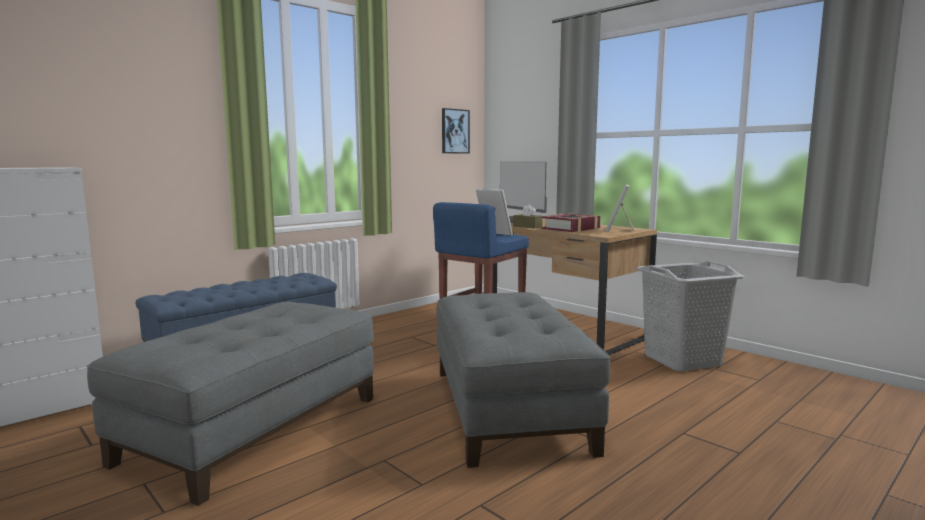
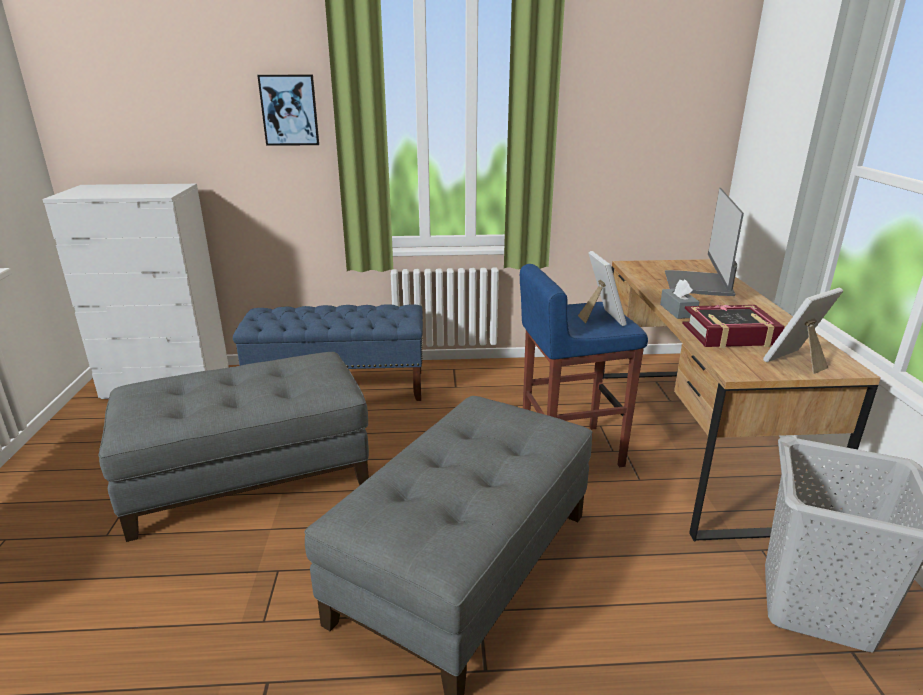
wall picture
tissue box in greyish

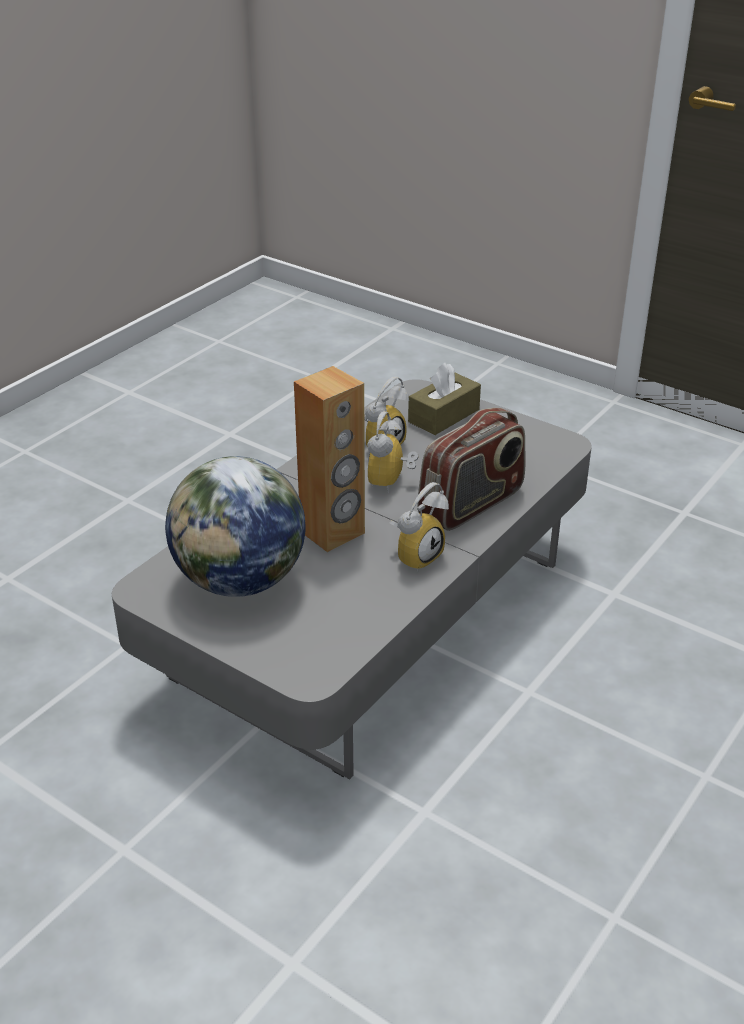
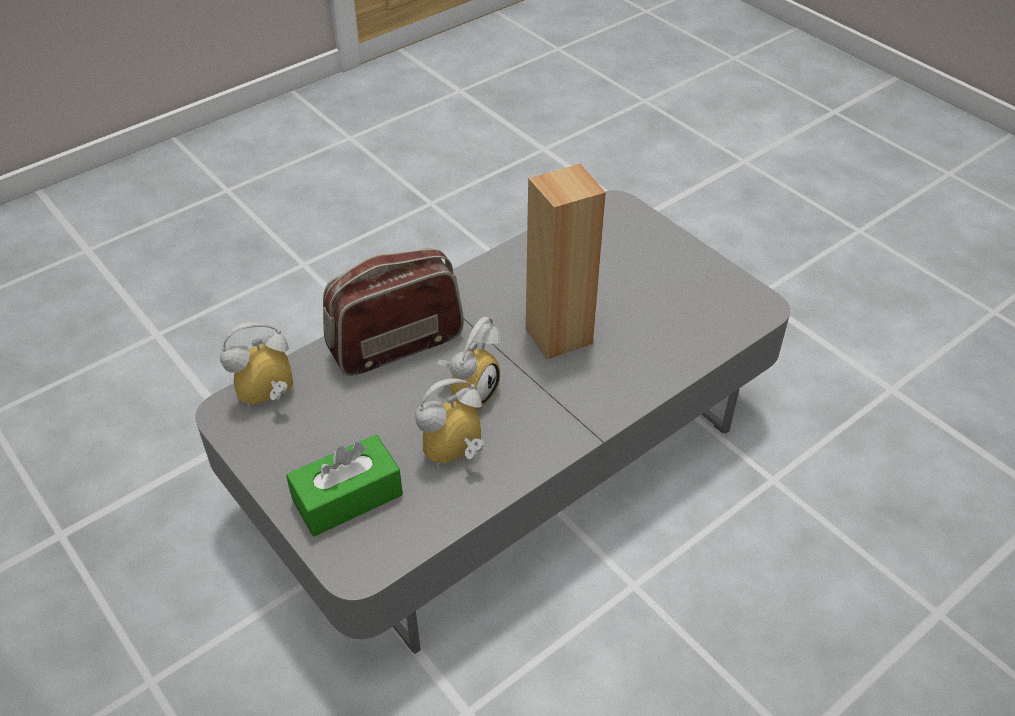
world globe
bedside clock (1st from left)
tissue box in green

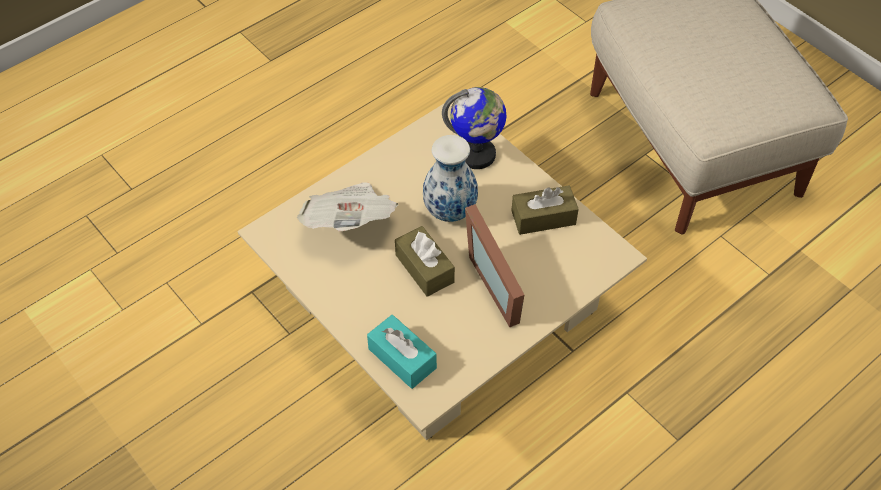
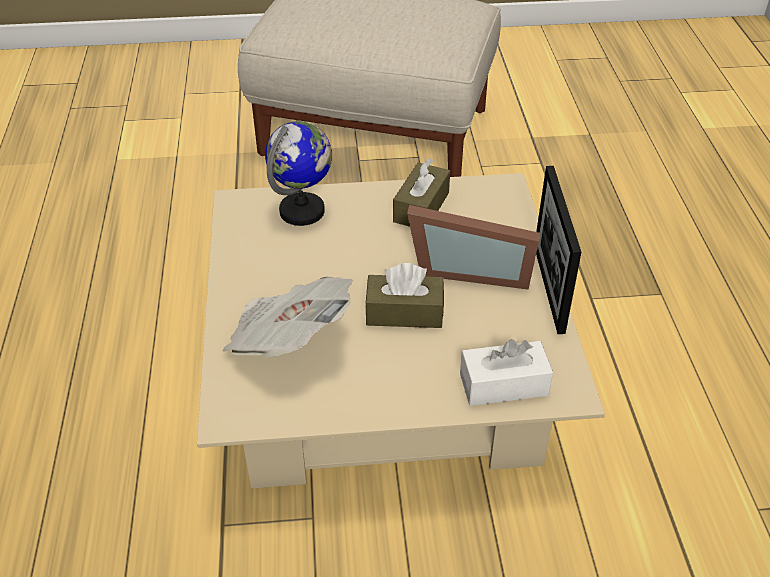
tissue box in whitish
vase
picture frame (2nd from left)

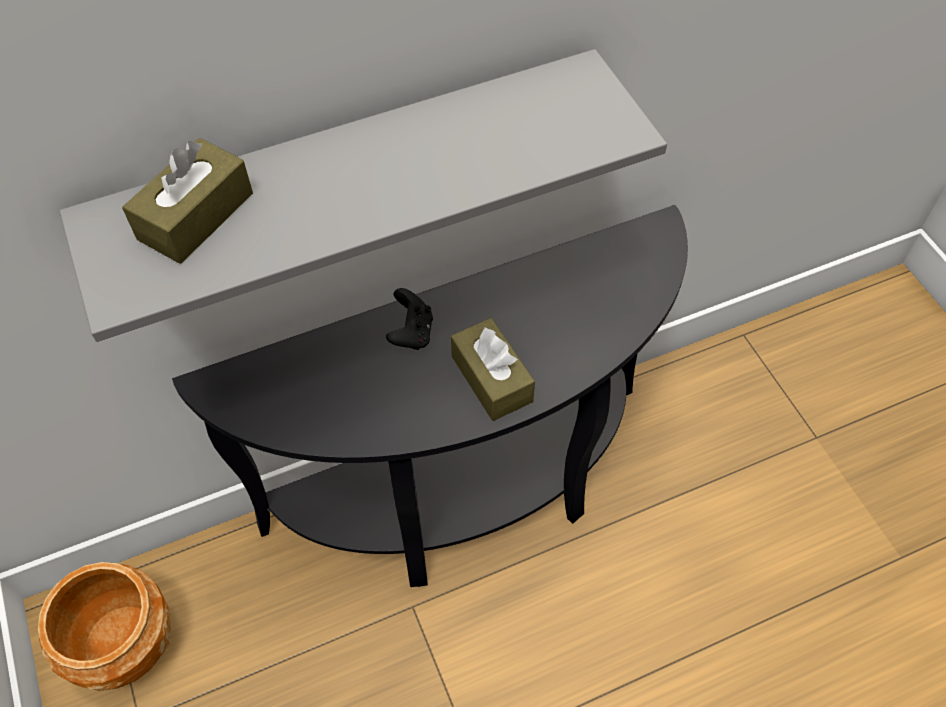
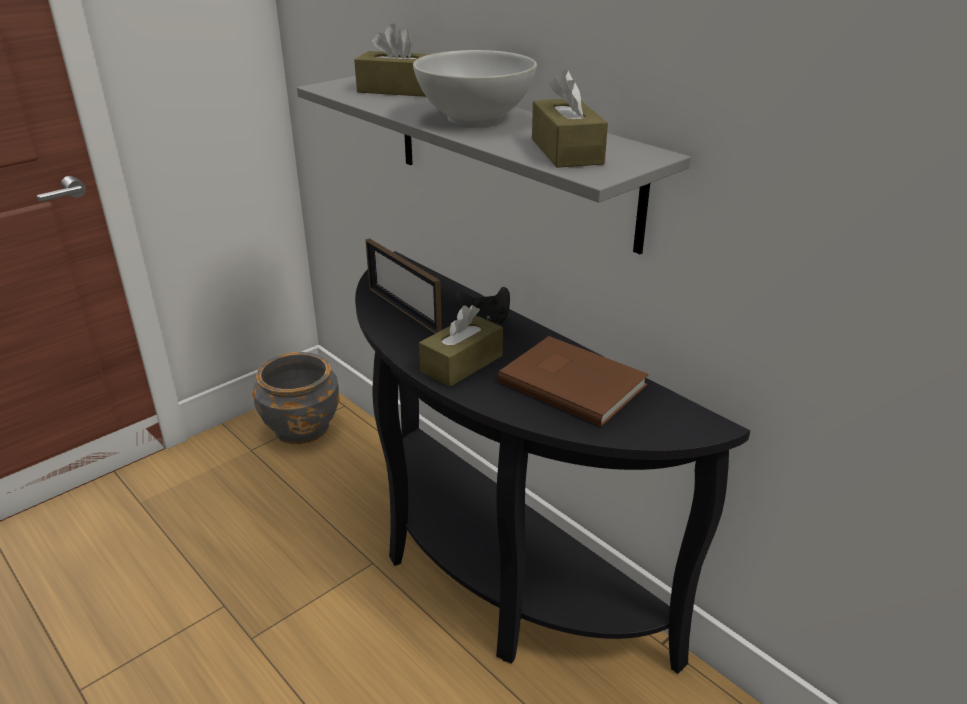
planter in greyish
picture frame
bowl in whitish
bound book in brown
tissue box in brown (3rd from left)

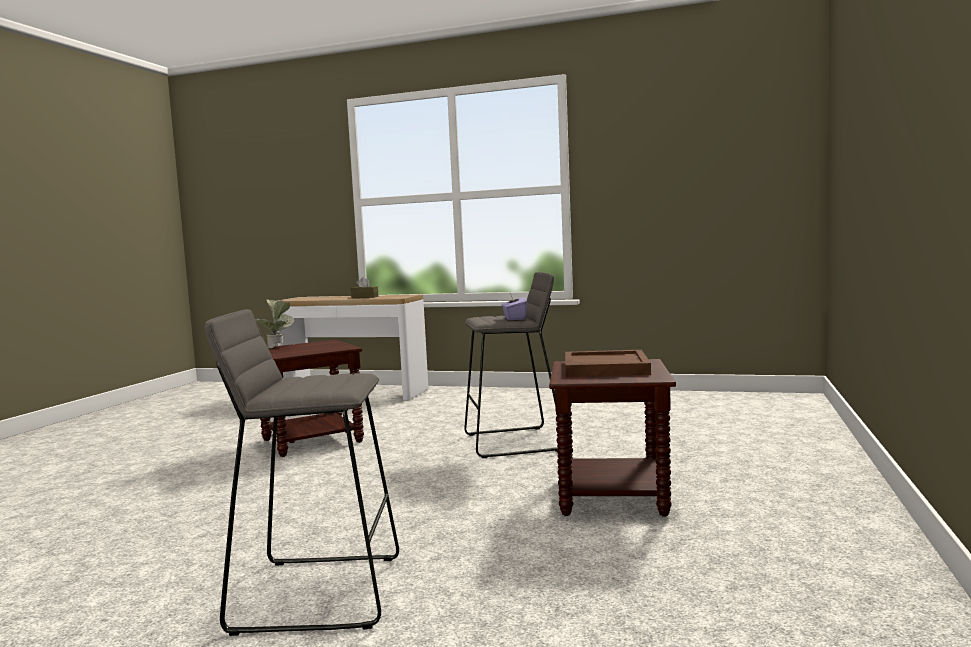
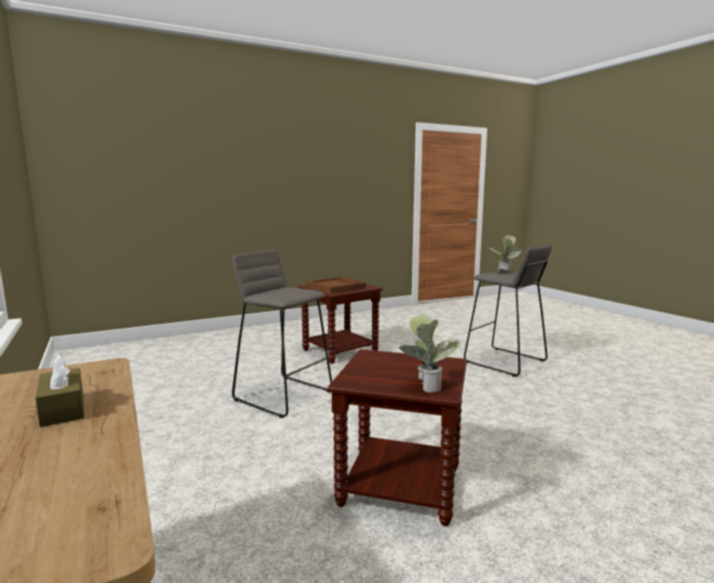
tissue box in purple-coloured
plant in a pot (2nd from left)

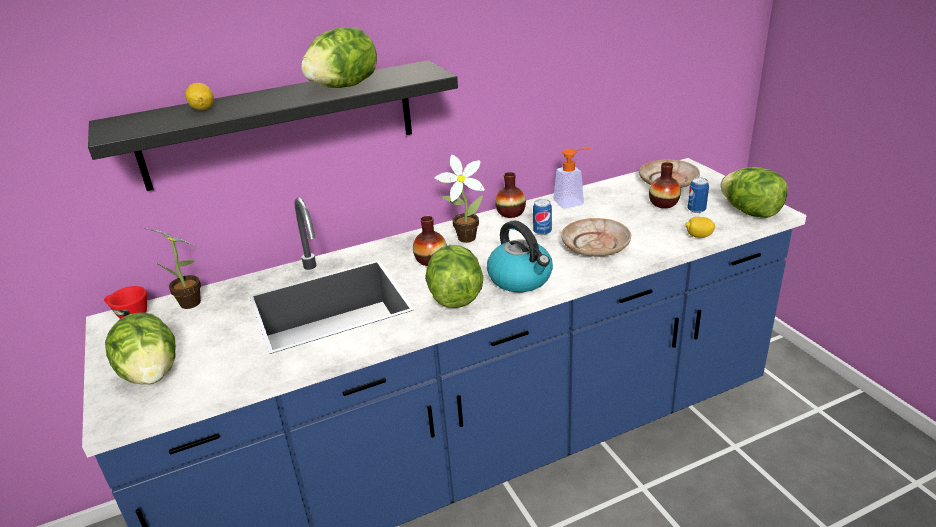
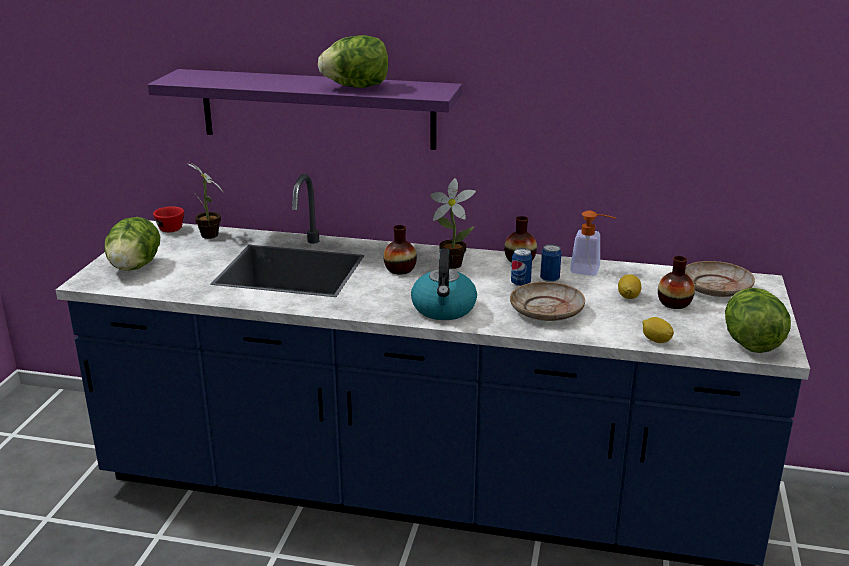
wall shelf in purple-coloured
lemon (1st from left)
lettuce head (3rd from left in the first image)
can (2nd from left)

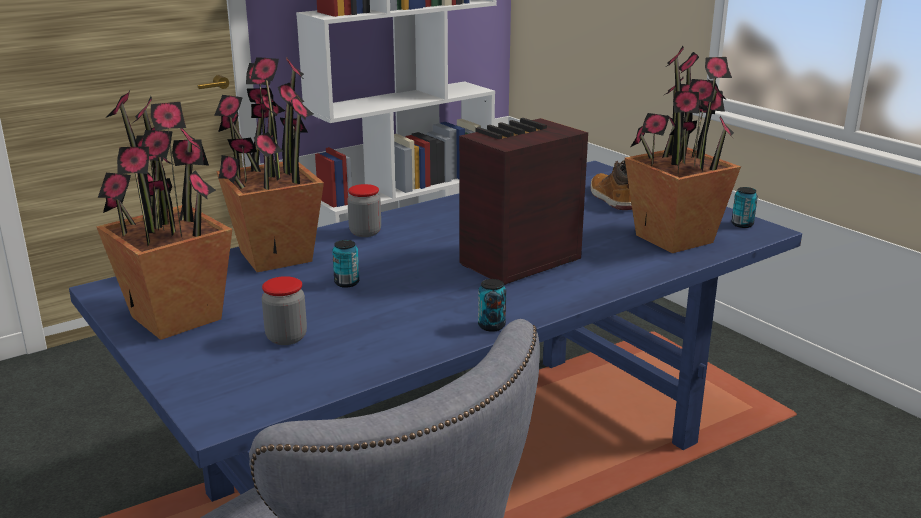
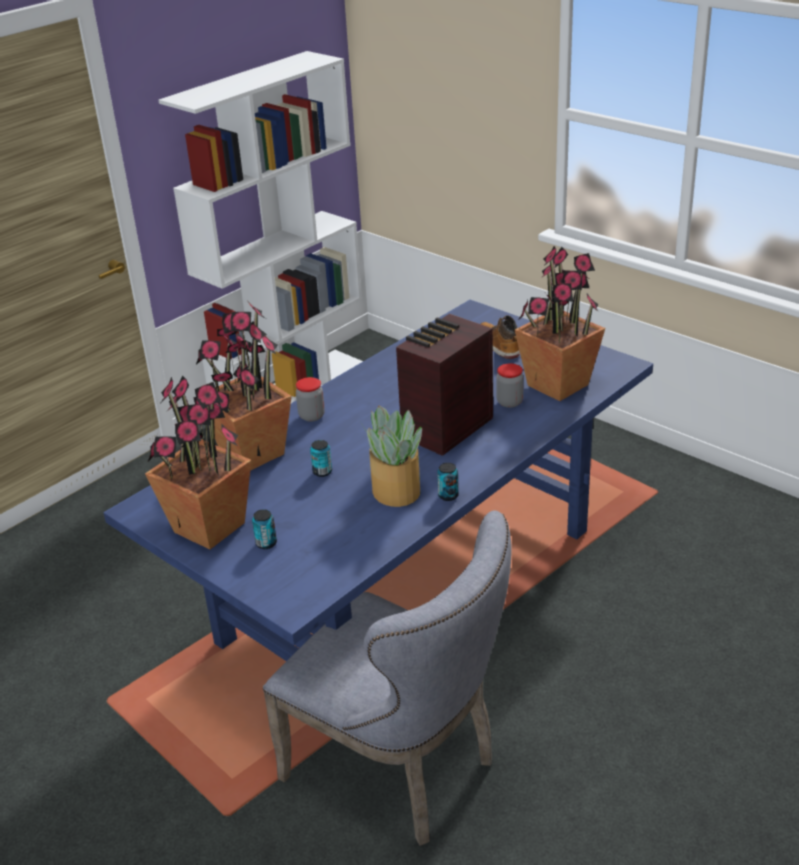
storage jar (2nd from left)
can (1st from left)
plant in a pot (3rd from left)

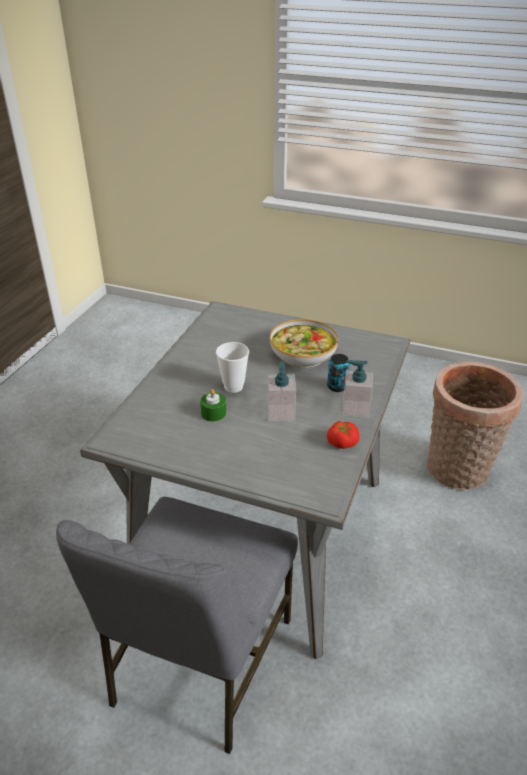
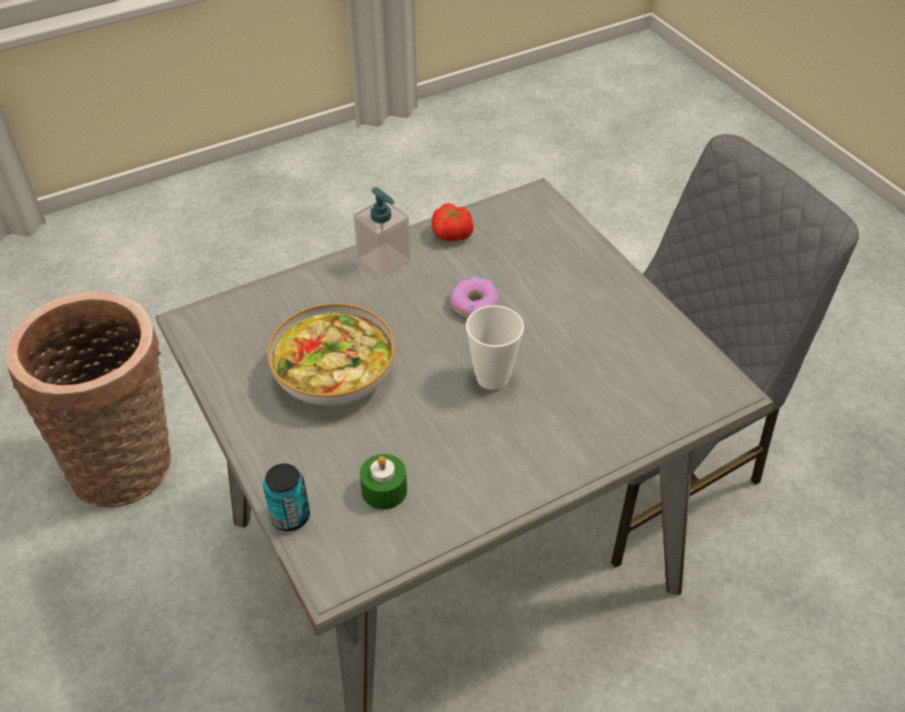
wax candle in green
doughnut
can

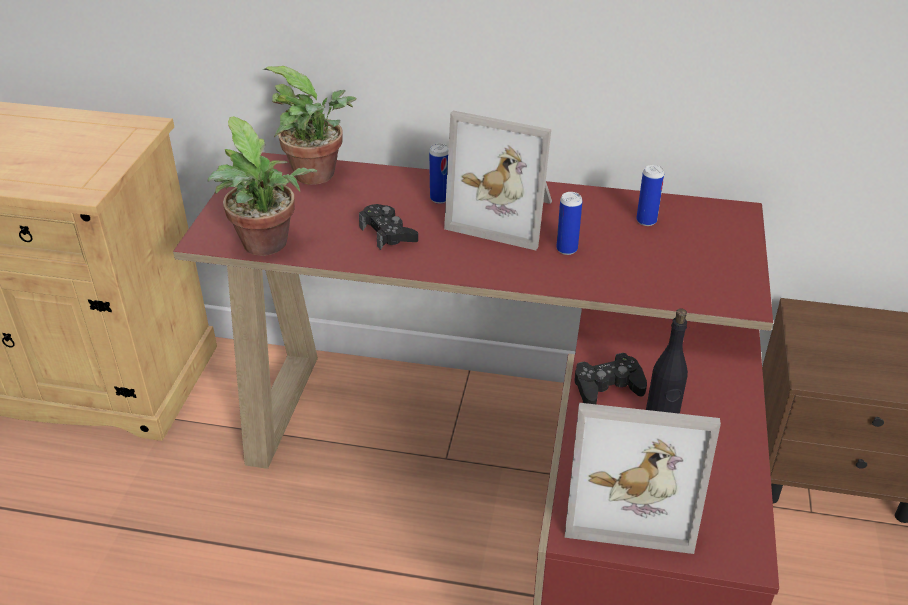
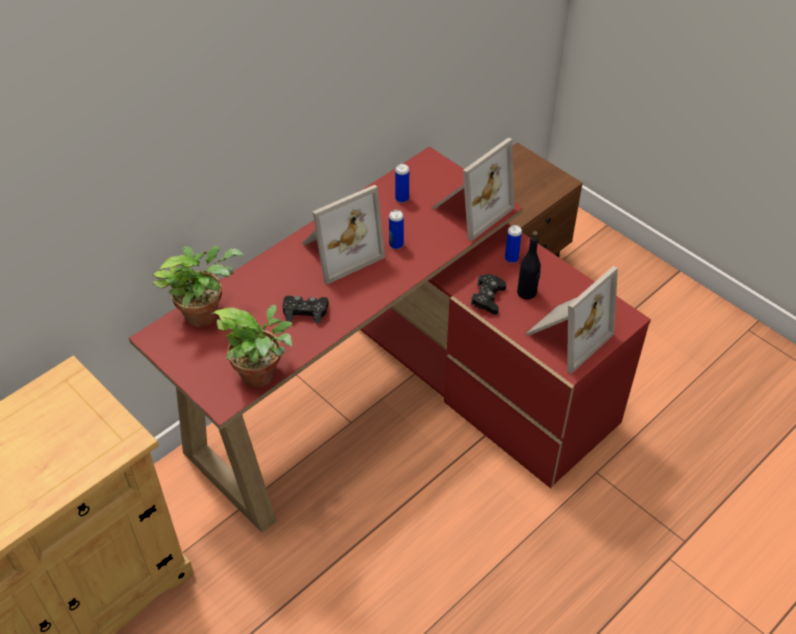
can (3rd from left)
picture frame (2nd from left)

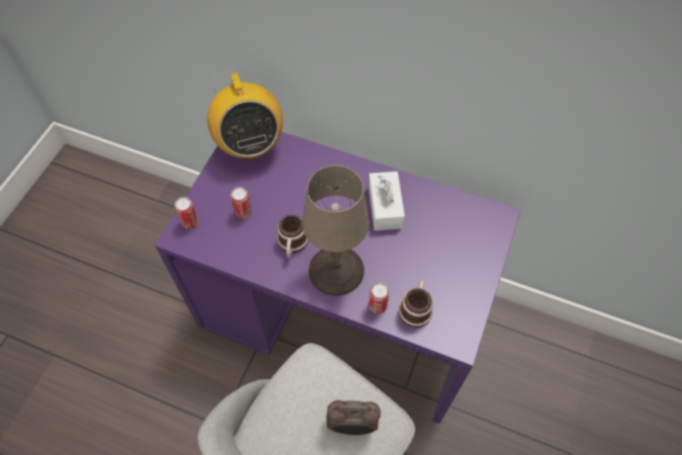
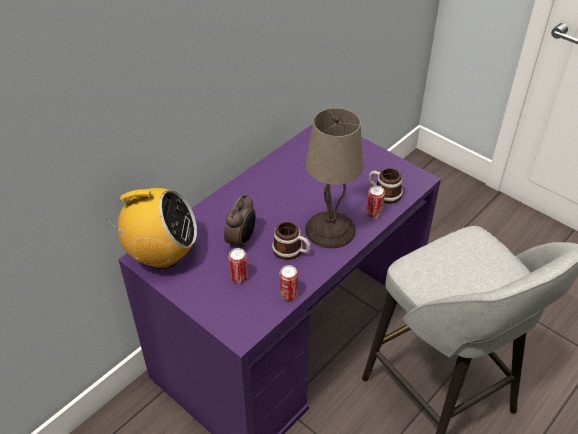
can (2nd from left)
bedside clock
tissue box in whitish

